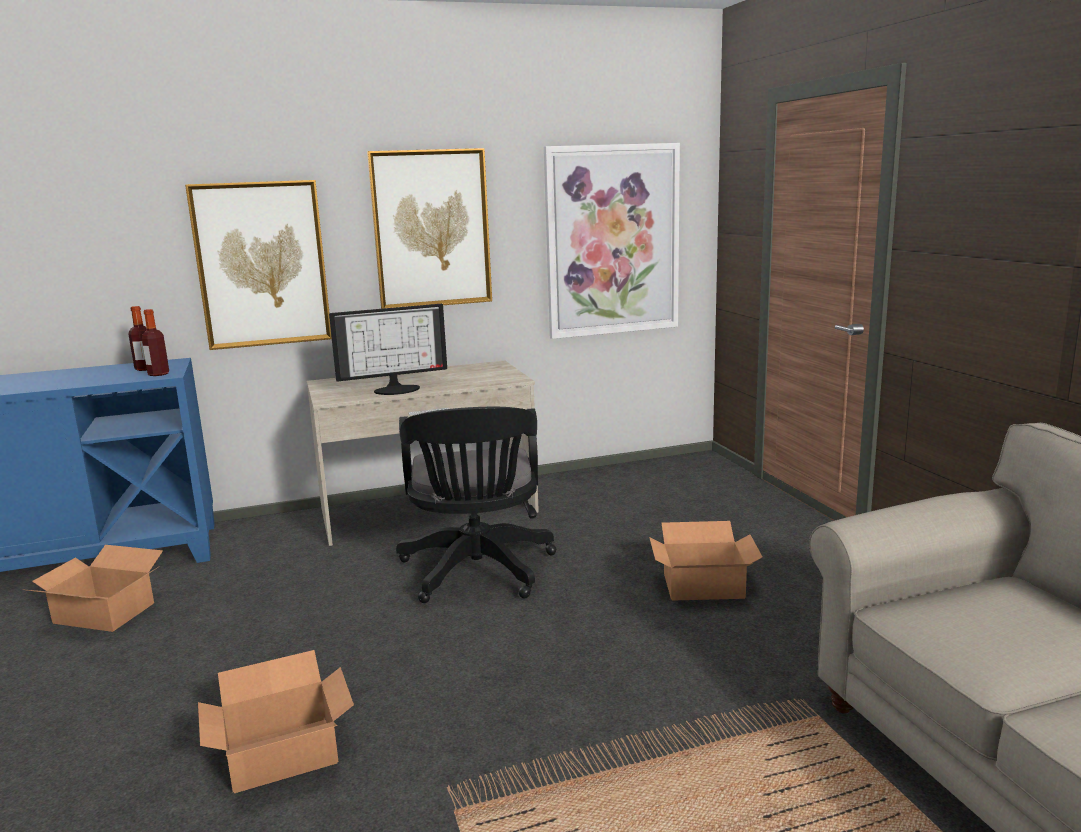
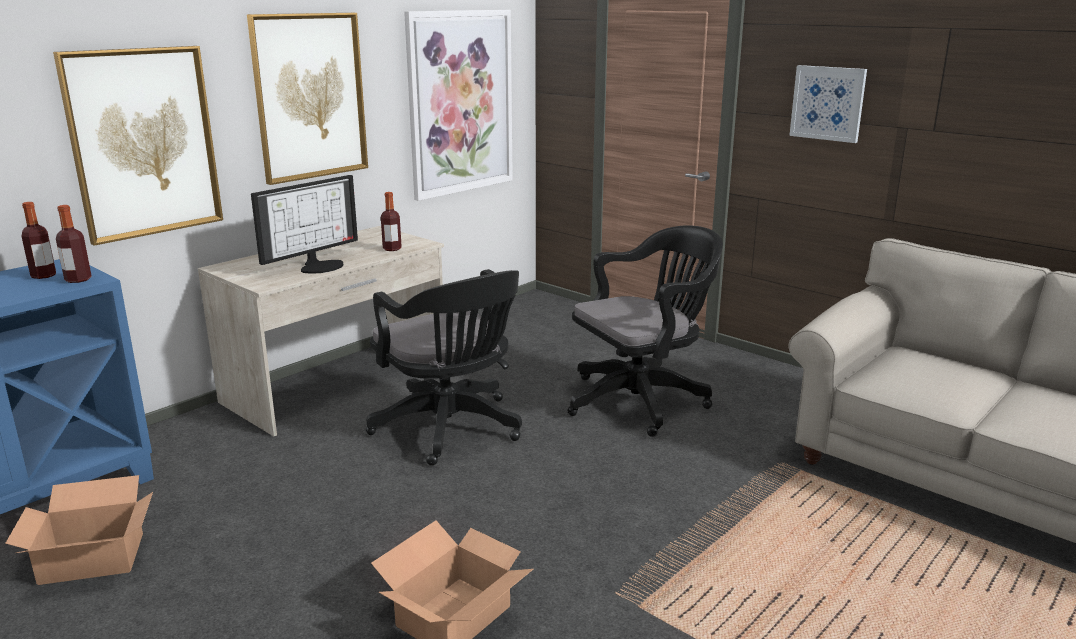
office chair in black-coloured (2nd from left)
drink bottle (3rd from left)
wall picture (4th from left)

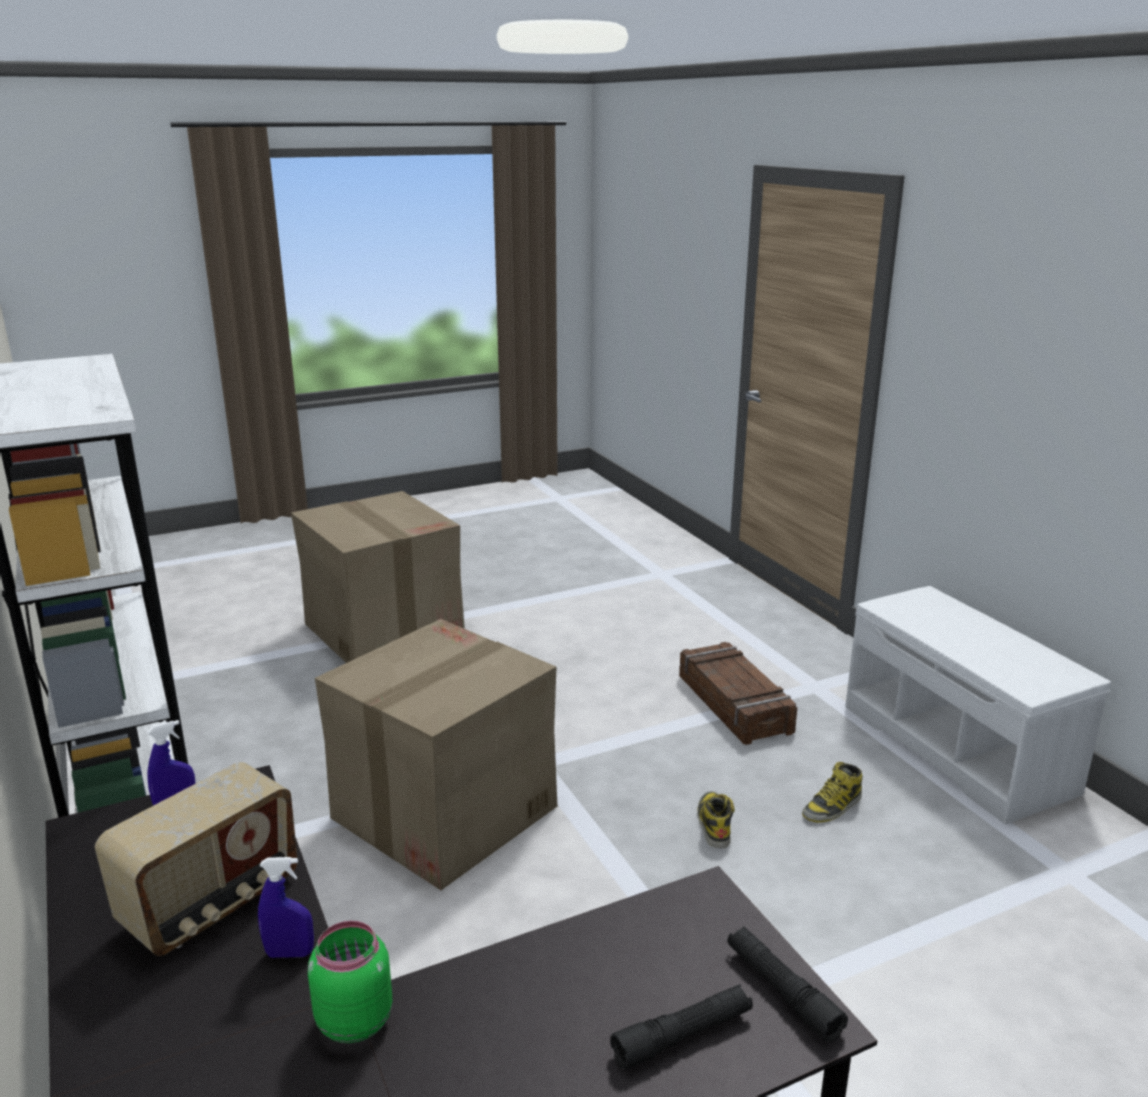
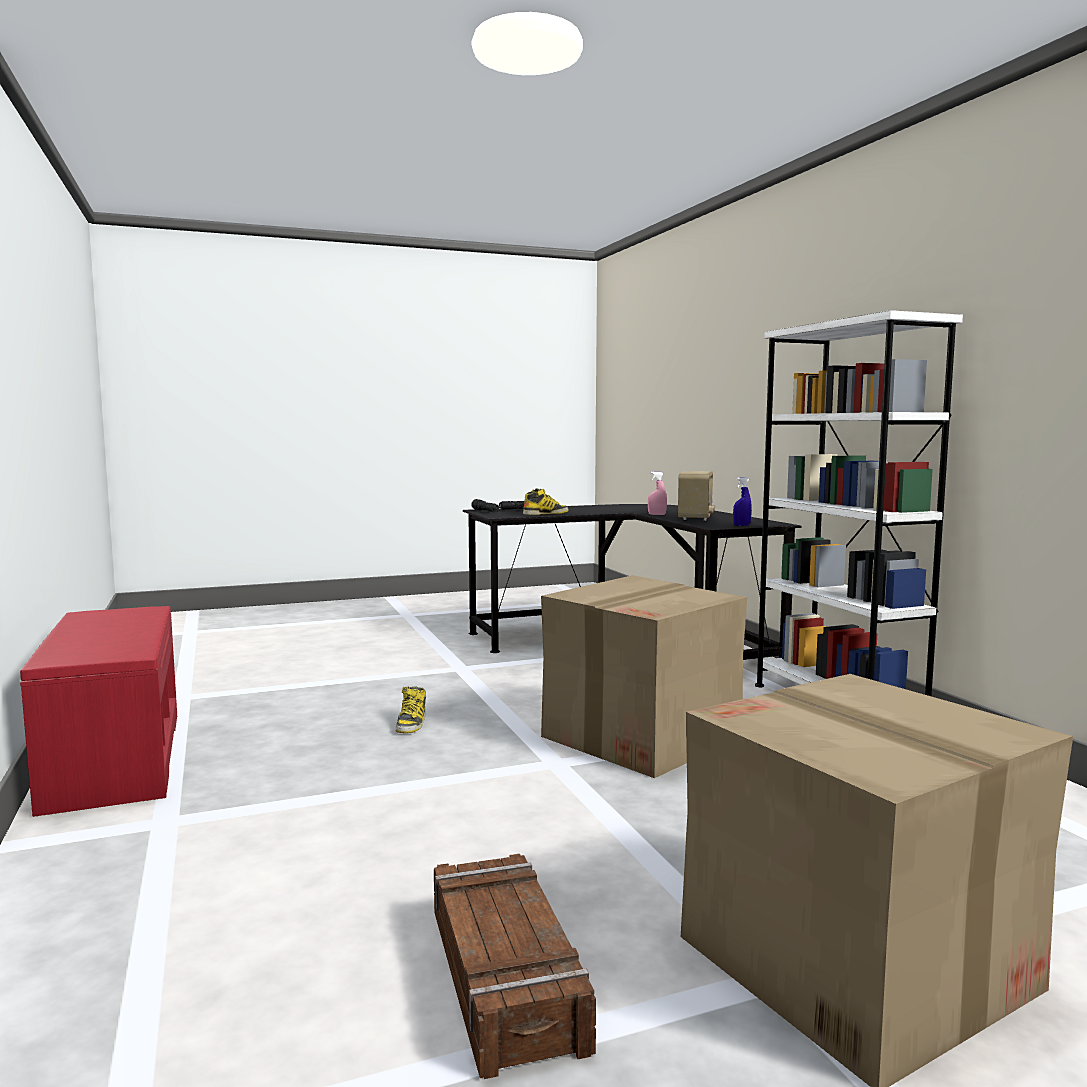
radio
spray bottle in pinkish
storage jar in green
packing crate
boot (2nd from left)
indoor bench in reddish

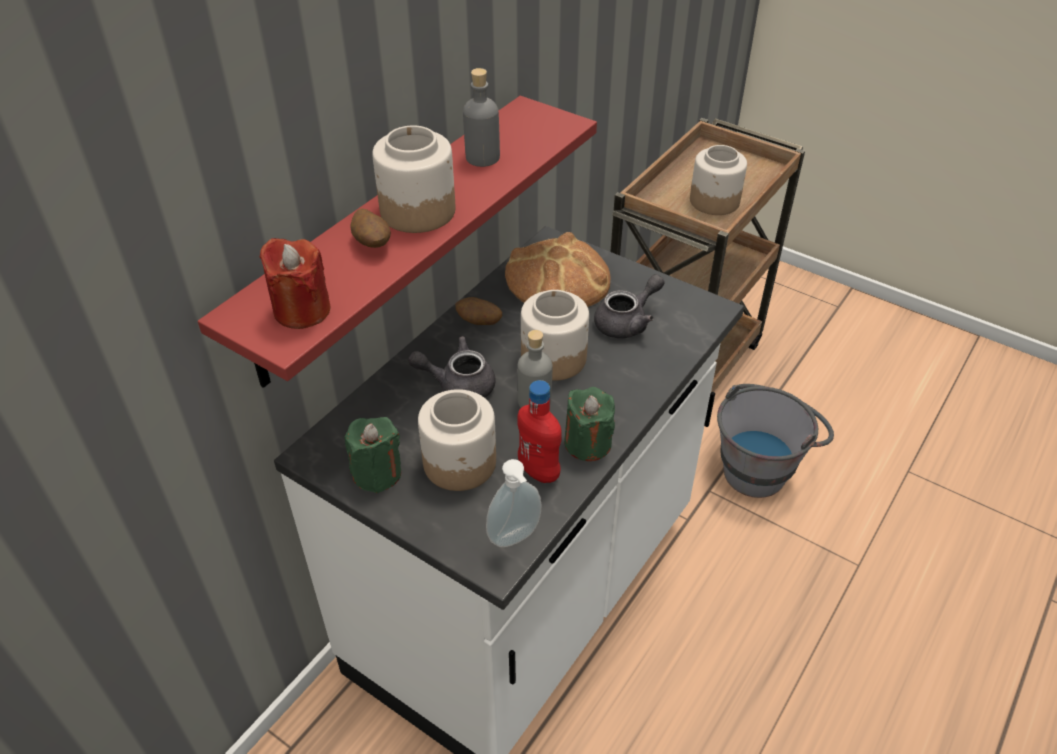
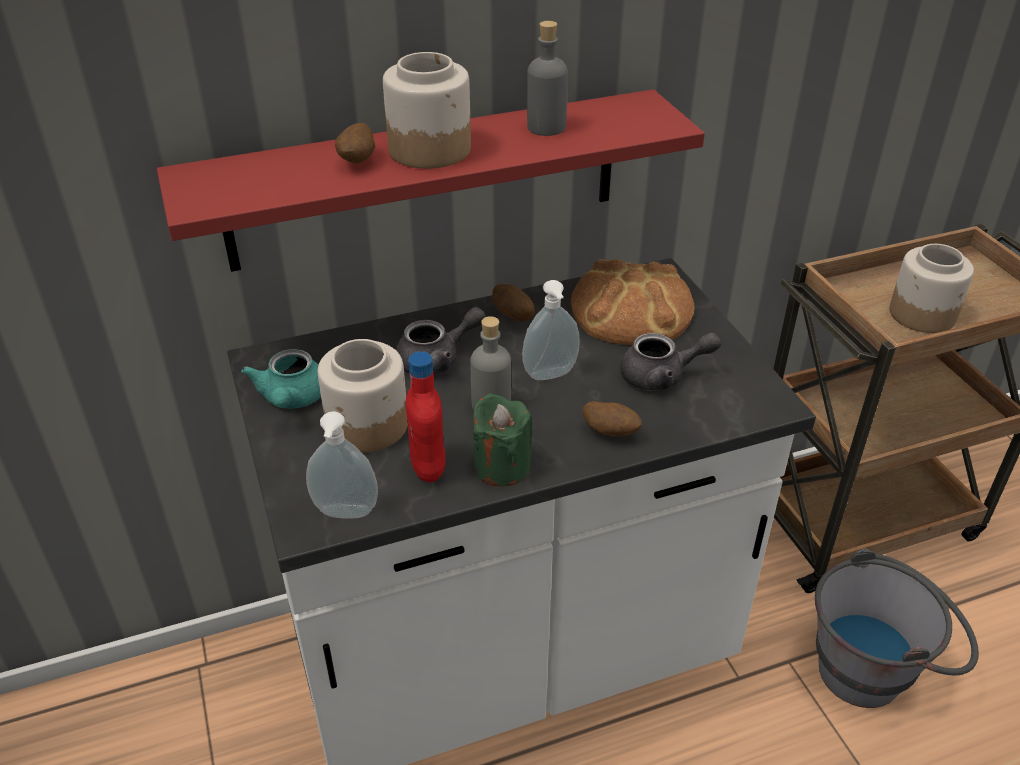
wax candle in reddish
tea pot in turquoise
tea pot in greyish (1st from left)
soap bottle (2nd from left)
potato (3rd from left)

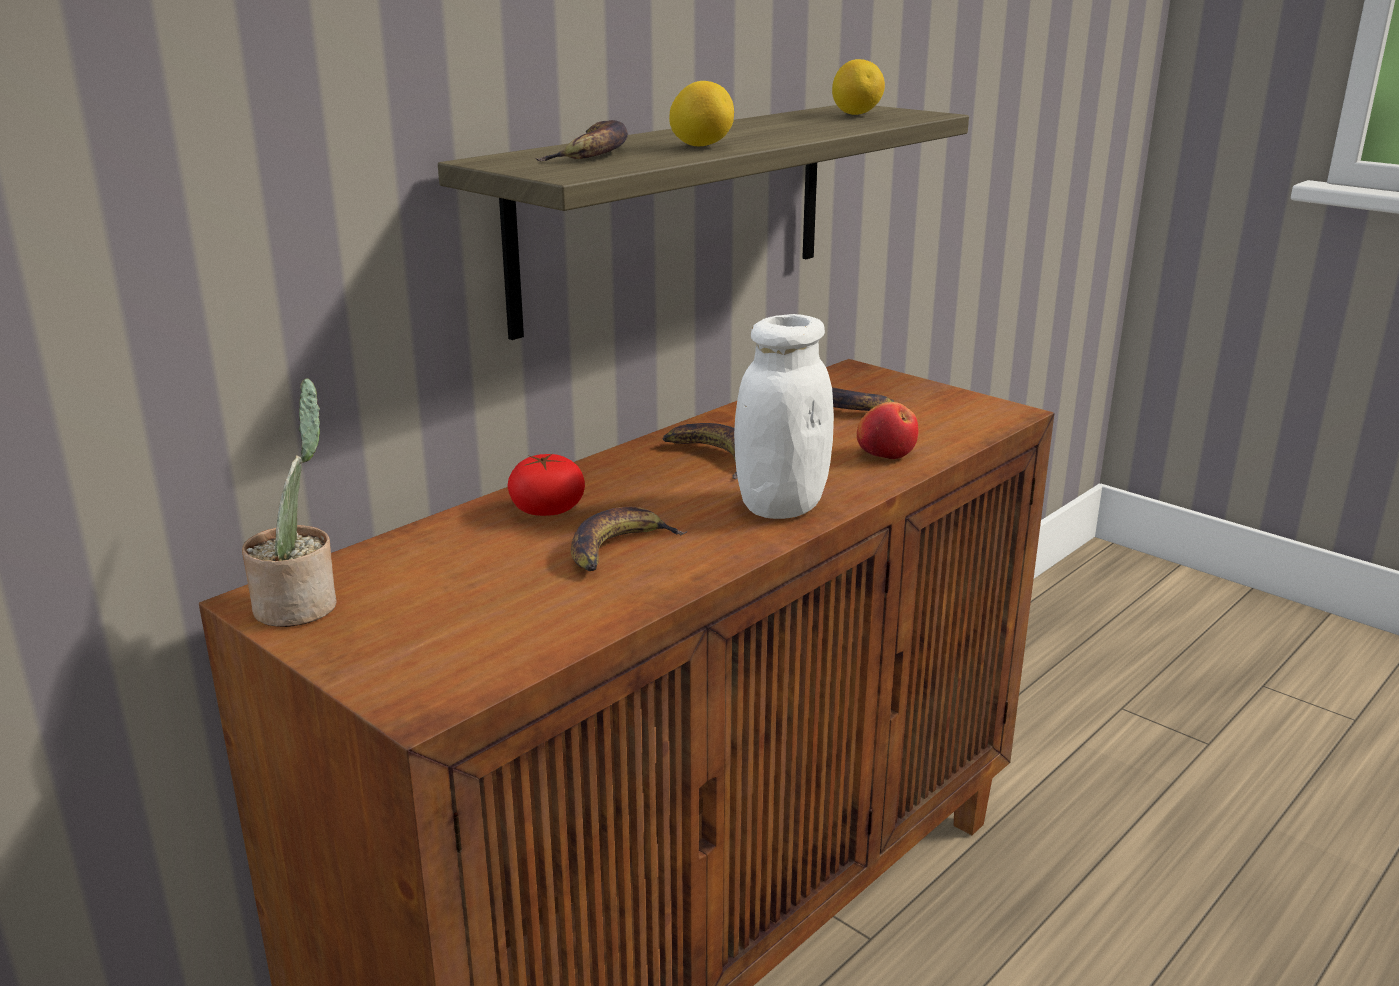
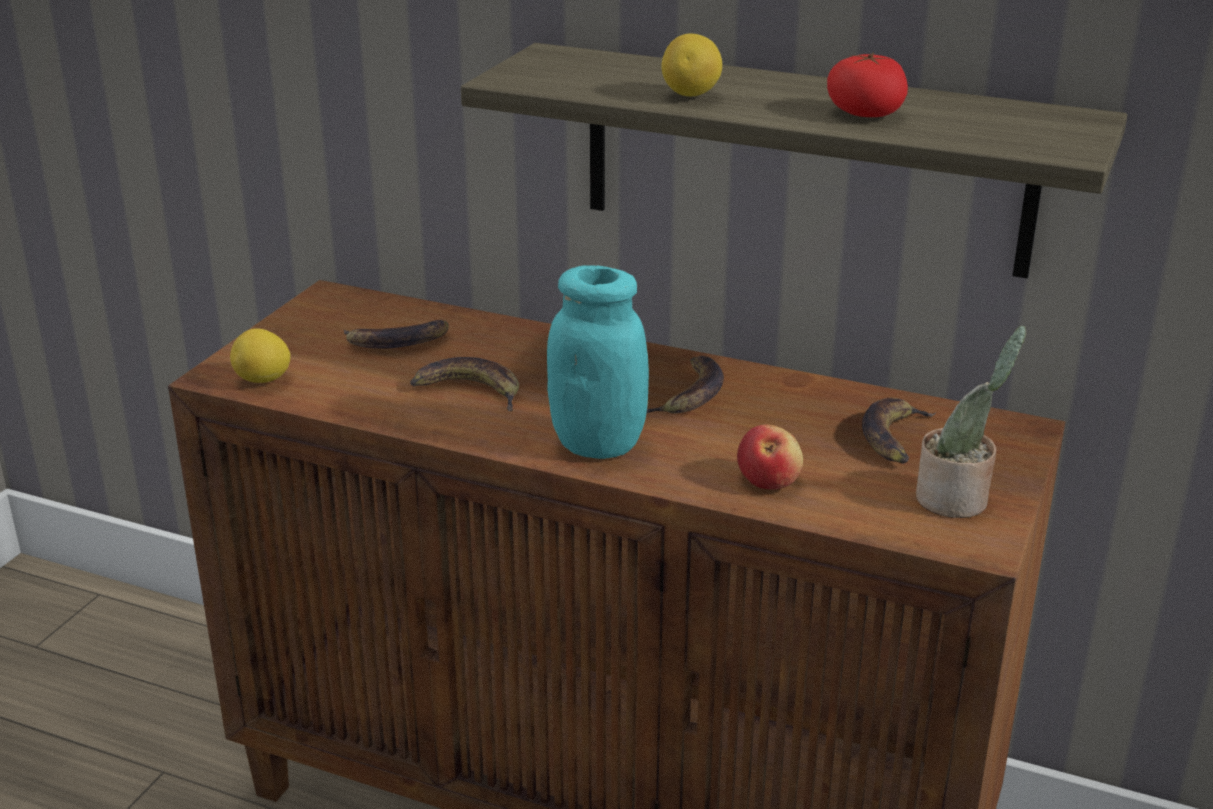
plant in a pot
fresh tomato
whole banana (1st from left)
storage jar in turquoise
lemon (1st from left)

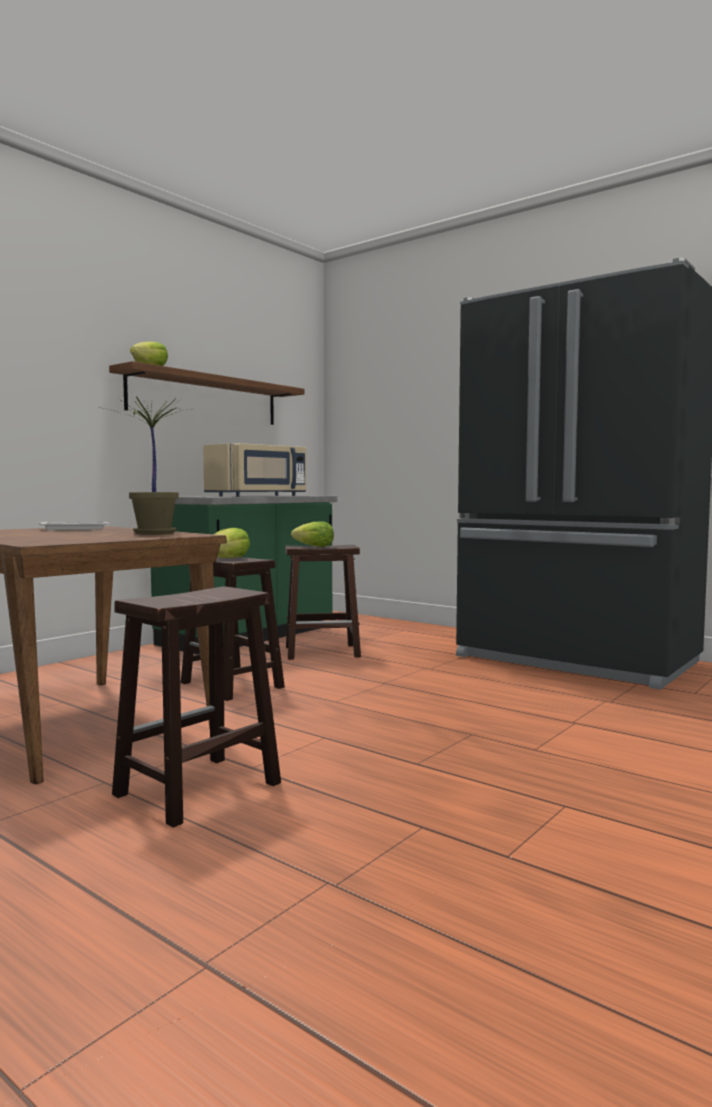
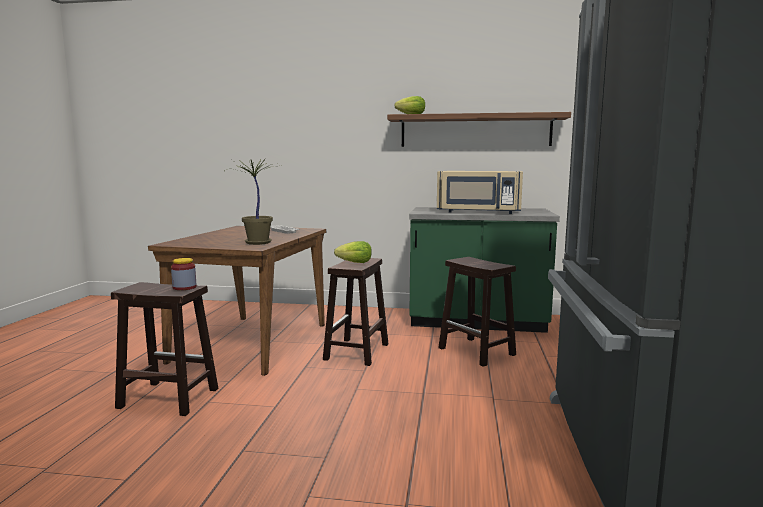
lettuce head (3rd from left in the first image)
storage jar

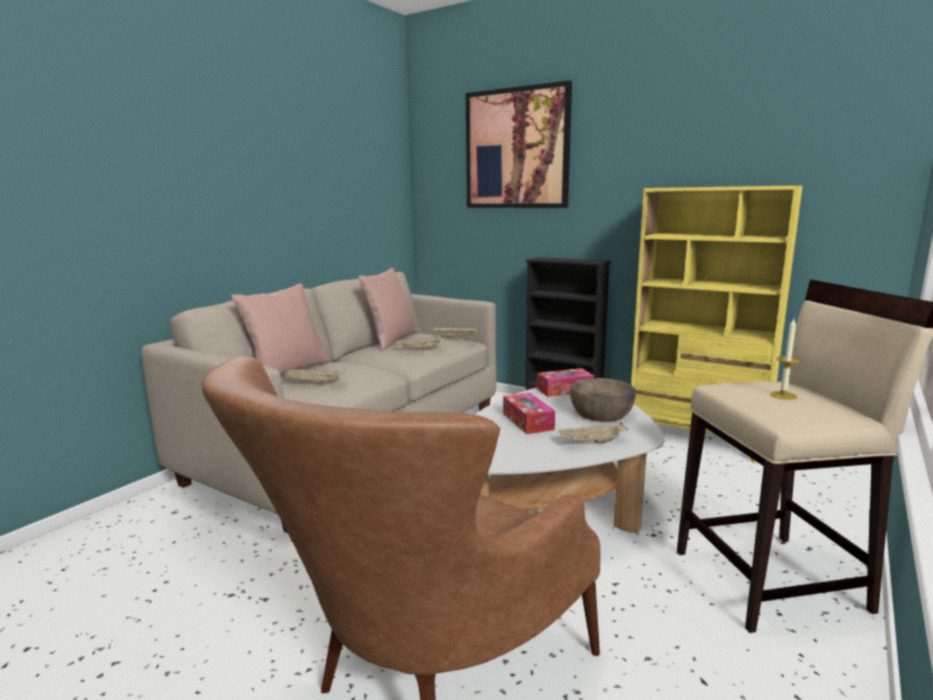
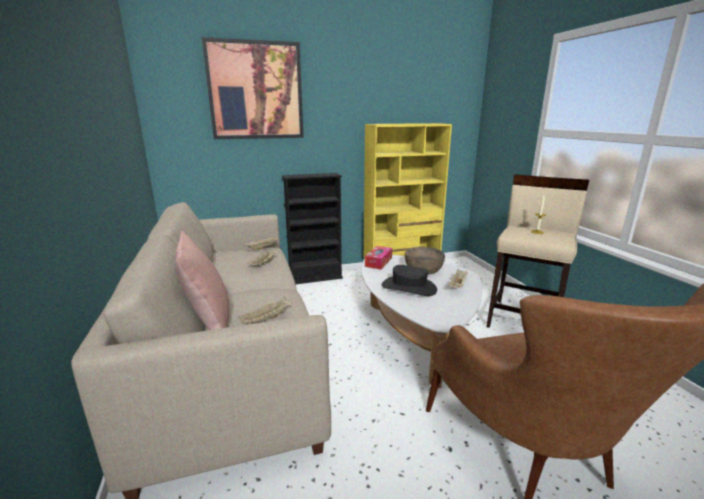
cushion in pinkish (2nd from left in the first image)
hat in black-coloured

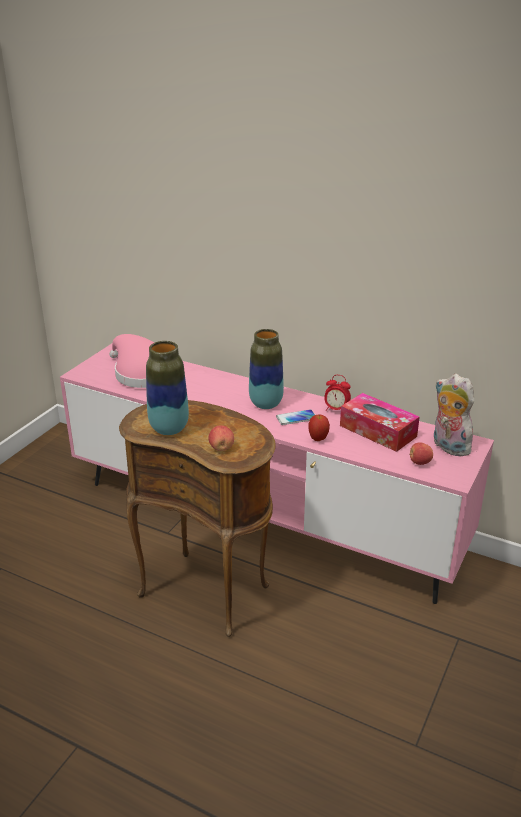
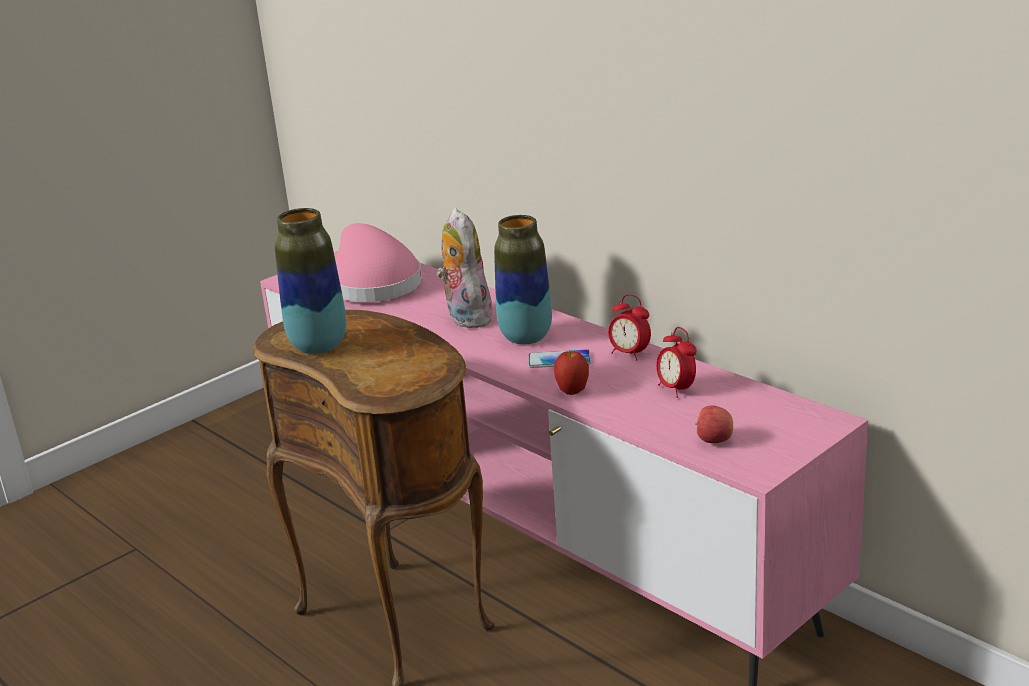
whole apple (1st from left in the first image)
bedside clock (2nd from left)
plush toy

